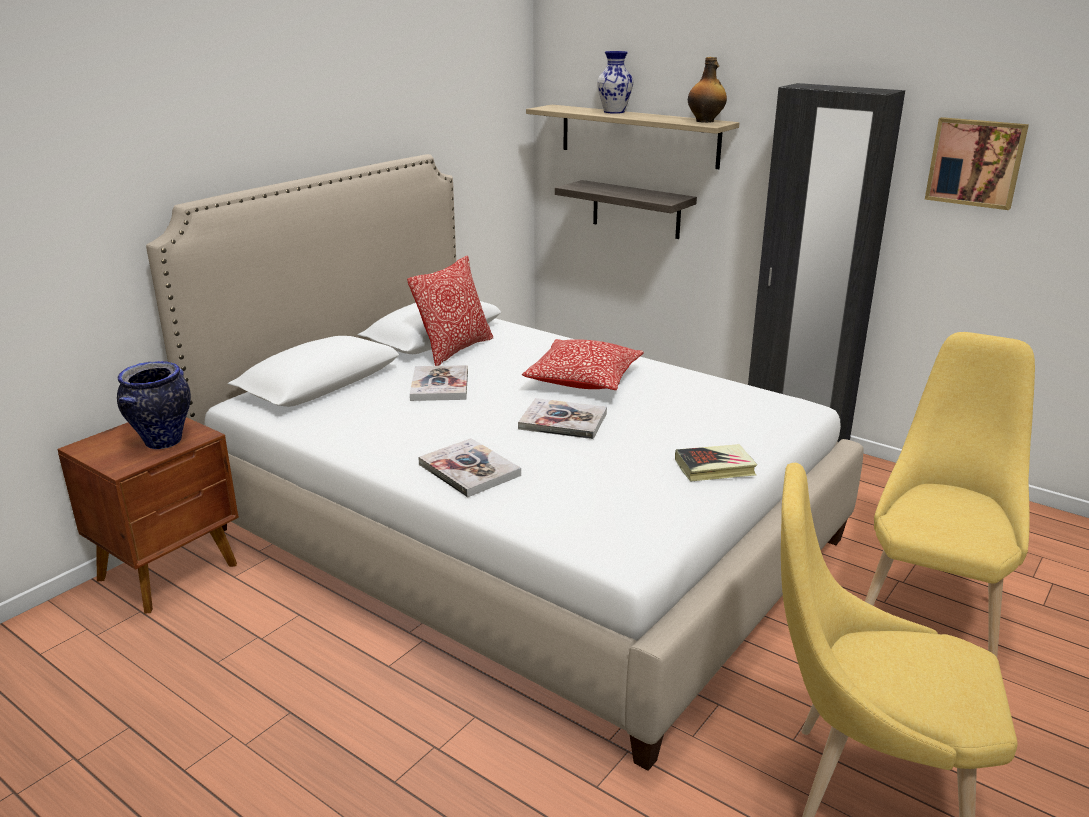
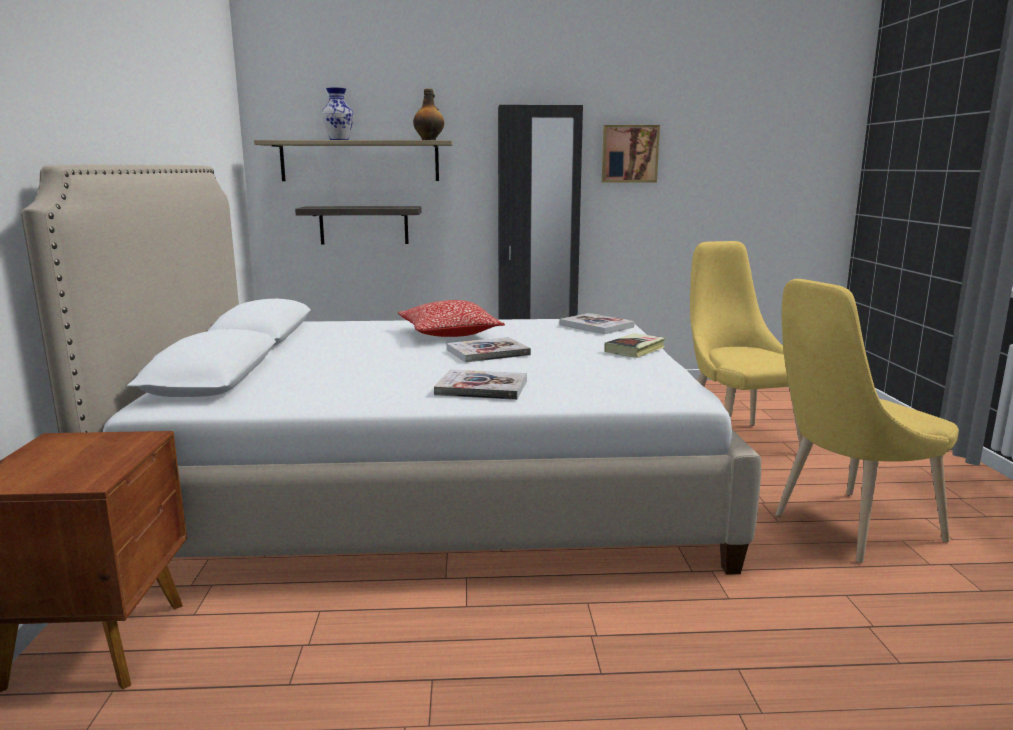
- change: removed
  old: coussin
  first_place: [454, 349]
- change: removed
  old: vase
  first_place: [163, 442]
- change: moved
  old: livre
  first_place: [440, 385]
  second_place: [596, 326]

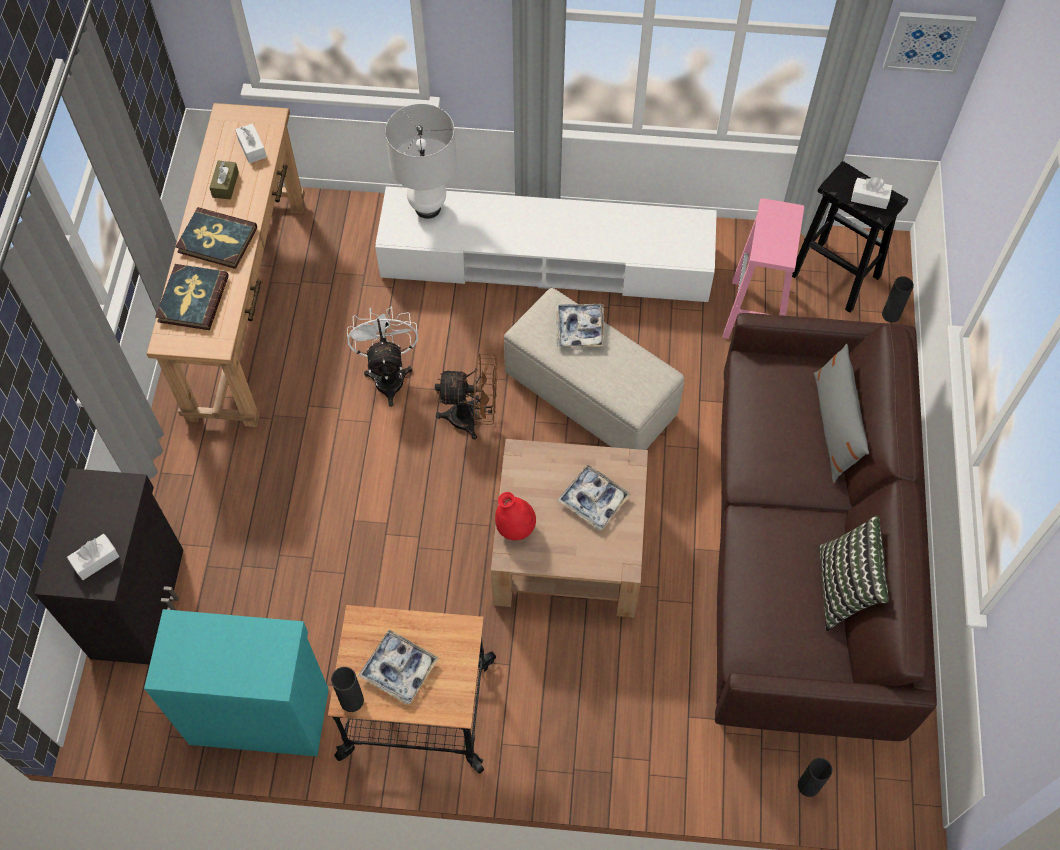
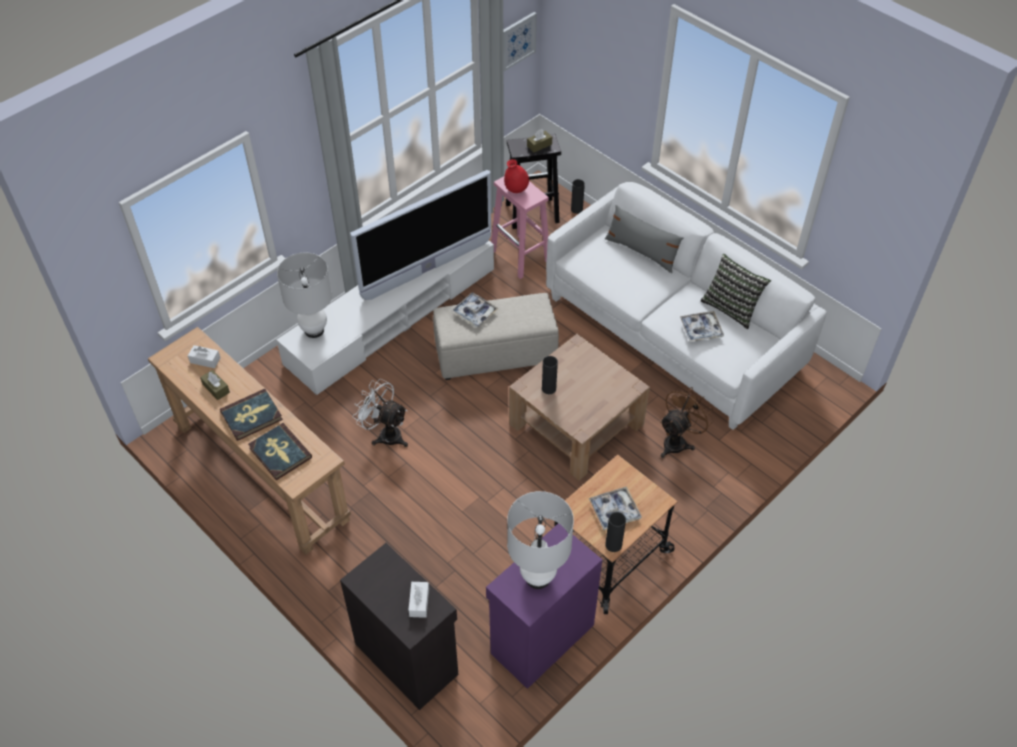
- change: recoloured
  old: boîte à mouchoirs (blanc)
  new: boîte à mouchoirs (marron)
  first_place: [869, 198]
  second_place: [539, 145]
- change: recoloured
  old: canapé (marron)
  new: canapé (blanc)
  first_place: [802, 553]
  second_place: [673, 333]
- change: moved
  old: ventilateur (marron)
  first_place: [472, 418]
  second_place: [678, 441]
- change: moved
  old: plateau
  first_place: [593, 500]
  second_place: [701, 329]
- change: moved
  old: vase (rouge)
  first_place: [515, 528]
  second_place: [516, 190]
- change: recoloured
  old: meuble de rangement (turquoise)
  new: meuble de rangement (violet)
  first_place: [259, 714]
  second_place: [540, 638]
- change: moved
  old: vase (noir)
  first_place: [808, 785]
  second_place: [549, 388]
- change: added
  new: téléviseur
  second_place: [427, 270]
- change: added
  new: lampe de table (blanc)
  second_place: [538, 578]

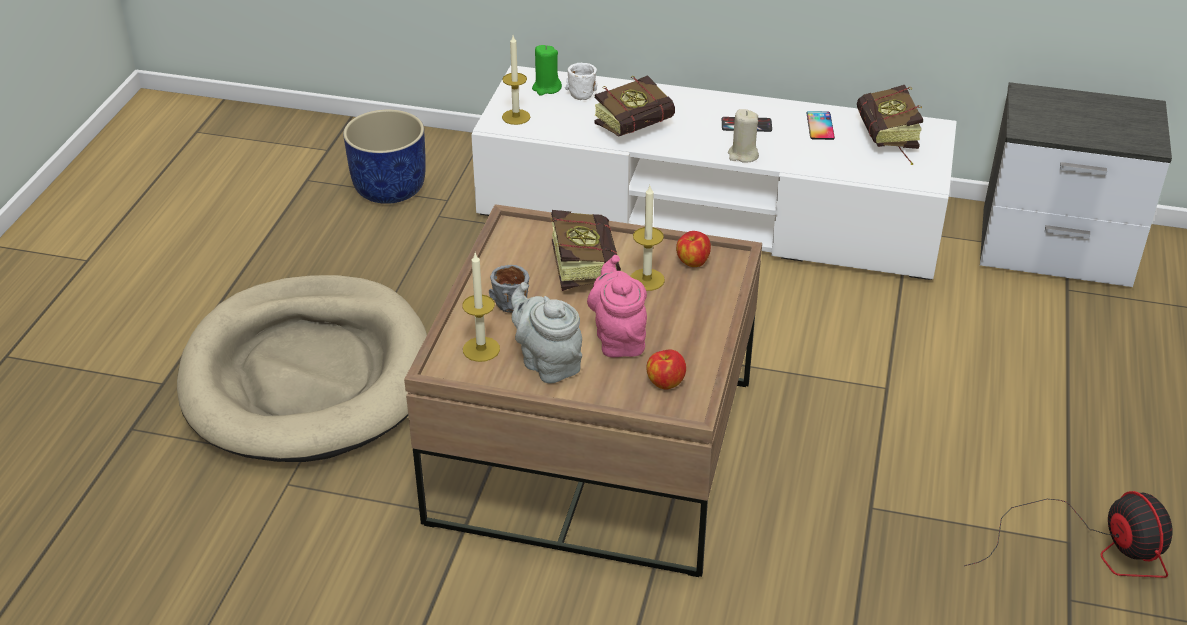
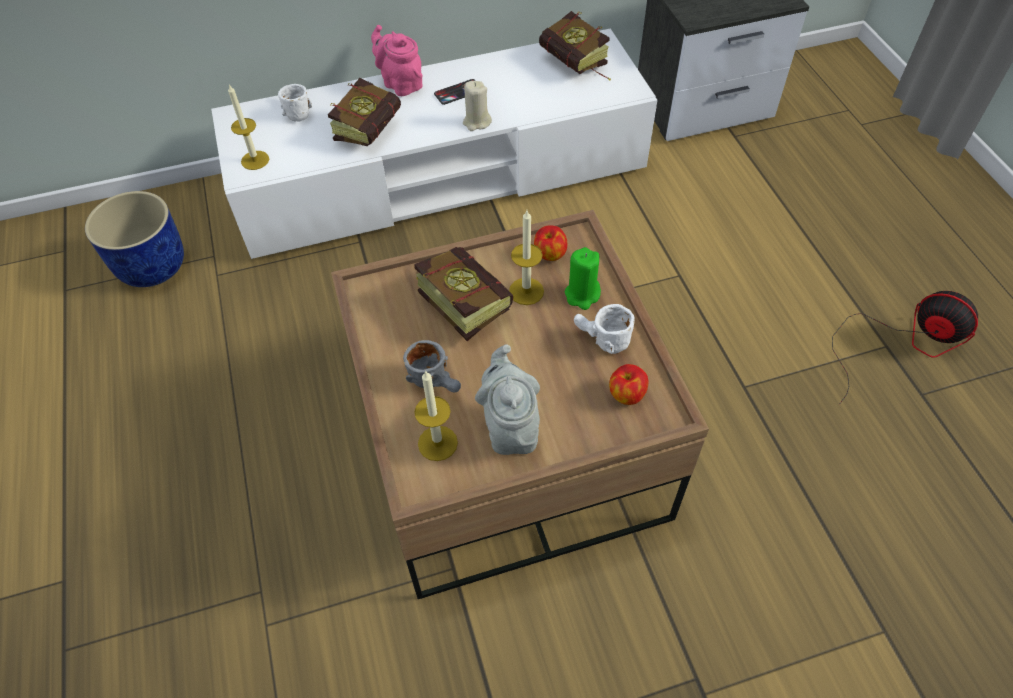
- change: moved
  old: bougie (vert)
  first_place: [546, 88]
  second_place: [582, 295]
- change: removed
  old: téléphone
  first_place: [820, 126]
- change: moved
  old: théière (rose)
  first_place: [619, 338]
  second_place: [400, 83]
- change: removed
  old: panier pour chien (beige)
  first_place: [308, 375]
- change: turned
  old: théière (gris)
  first_place: [548, 363]
  second_place: [510, 427]
  degrees: 60
- change: added
  new: mug (blanc)
  second_place: [600, 340]

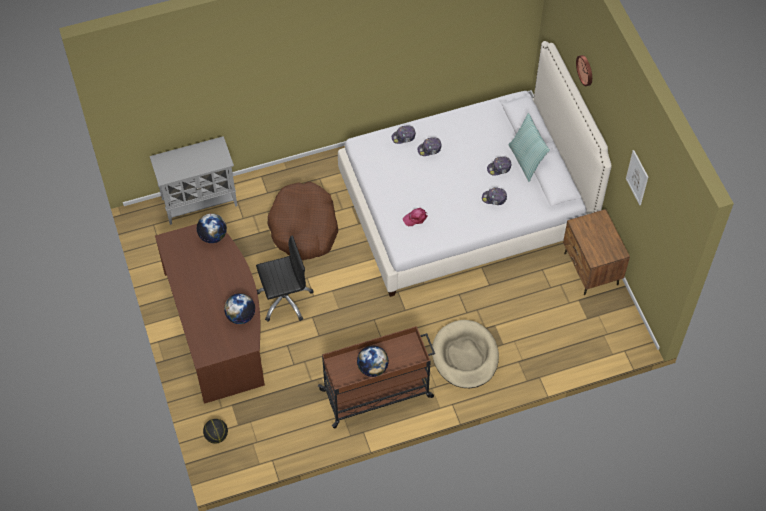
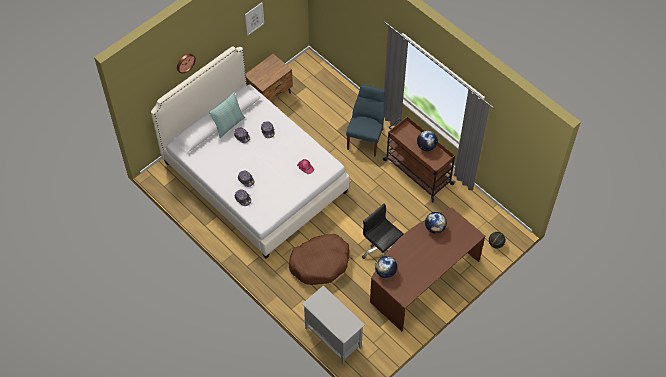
- change: replaced
  old: panier pour chien (beige)
  new: chaise (bleu)
  first_place: [465, 356]
  second_place: [366, 137]

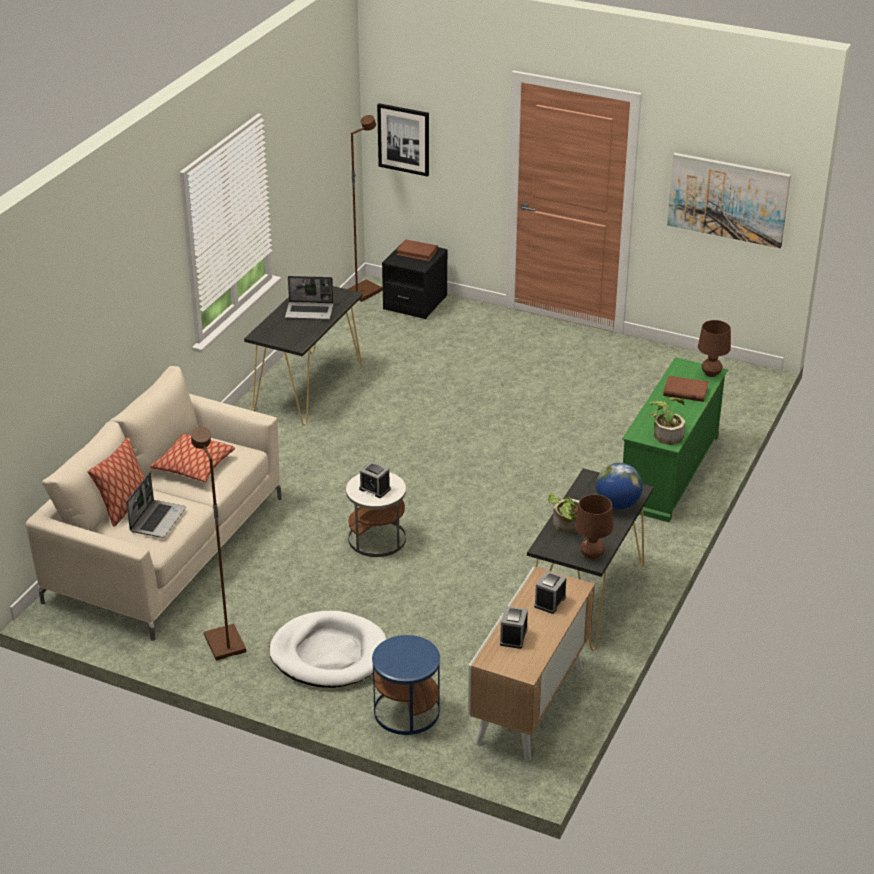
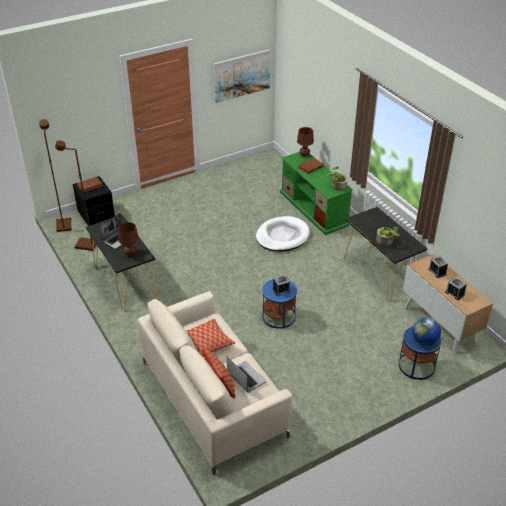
- change: removed
  old: tableau
  first_place: [404, 139]
- change: moved
  old: lampadaire (marron)
  first_place: [223, 644]
  second_place: [86, 245]
- change: moved
  old: globe
  first_place: [617, 504]
  second_place: [424, 341]
- change: recoloured
  old: table d'appoint (blanc)
  new: table d'appoint (bleu)
  first_place: [377, 539]
  second_place: [279, 316]
- change: moved
  old: lampe de table (marron)
  first_place: [592, 555]
  second_place: [130, 254]
- change: moved
  old: panier pour chien (blanc)
  first_place: [329, 654]
  second_place: [282, 236]

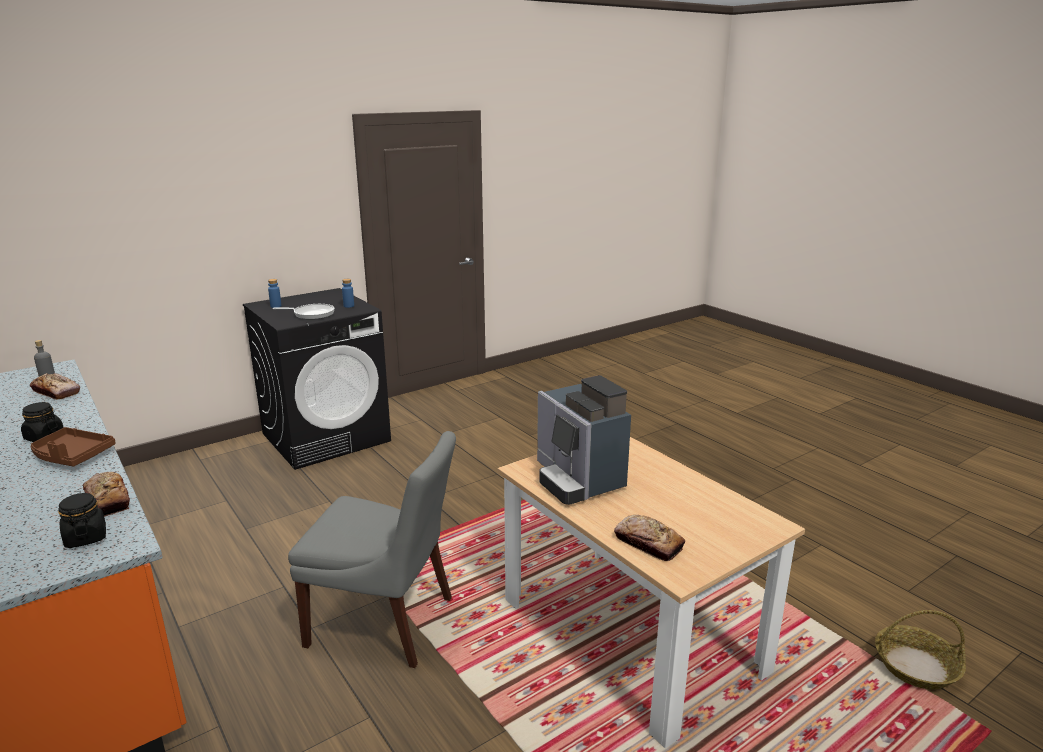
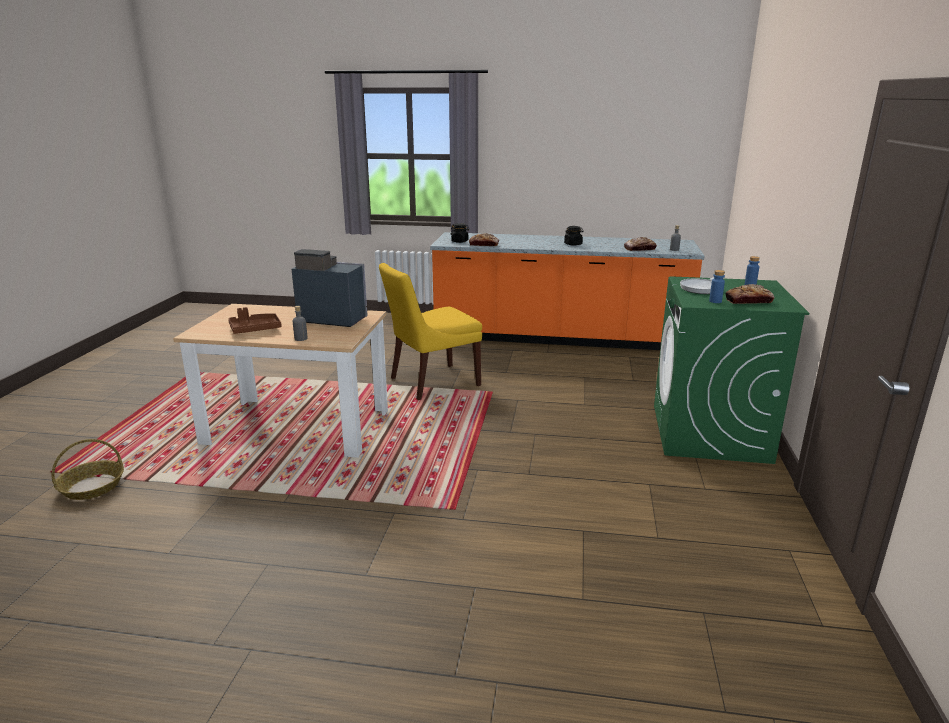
- change: recoloured
  old: lave-linge (noir)
  new: lave-linge (vert)
  first_place: [326, 437]
  second_place: [709, 433]
- change: moved
  old: plateau (marron)
  first_place: [72, 456]
  second_place: [255, 329]
- change: recoloured
  old: chaise (gris)
  new: chaise (jaune)
  first_place: [386, 623]
  second_place: [432, 382]
- change: moved
  old: pain
  first_place: [648, 543]
  second_place: [748, 301]
- change: added
  new: bouteille (gris)
  second_place: [301, 339]

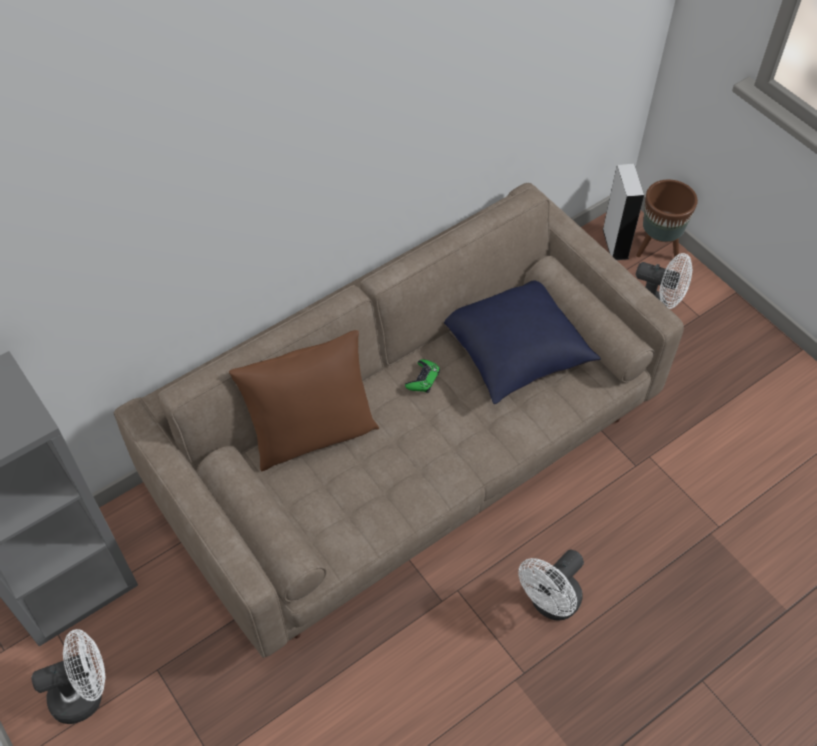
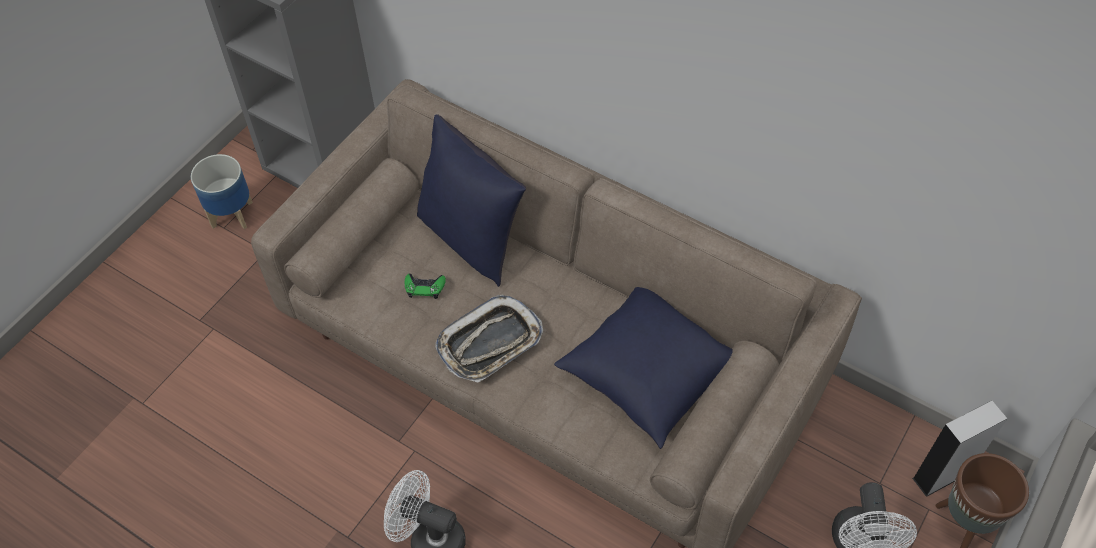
- change: recoloured
  old: coussin (marron)
  new: coussin (bleu)
  first_place: [312, 434]
  second_place: [471, 238]
- change: moved
  old: manette (vert)
  first_place: [423, 379]
  second_place: [424, 288]
- change: replaced
  old: ventilateur (blanc)
  new: cache-pot
  first_place: [85, 693]
  second_place: [232, 214]
- change: added
  new: plateau
  second_place: [490, 343]

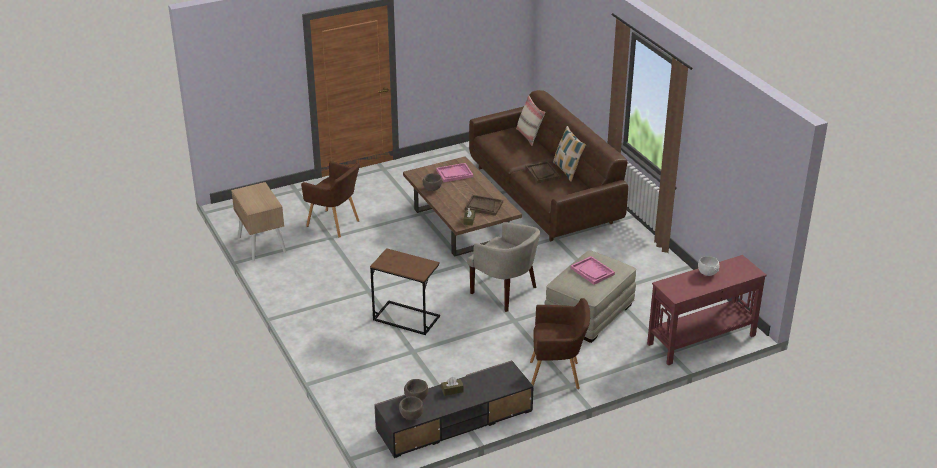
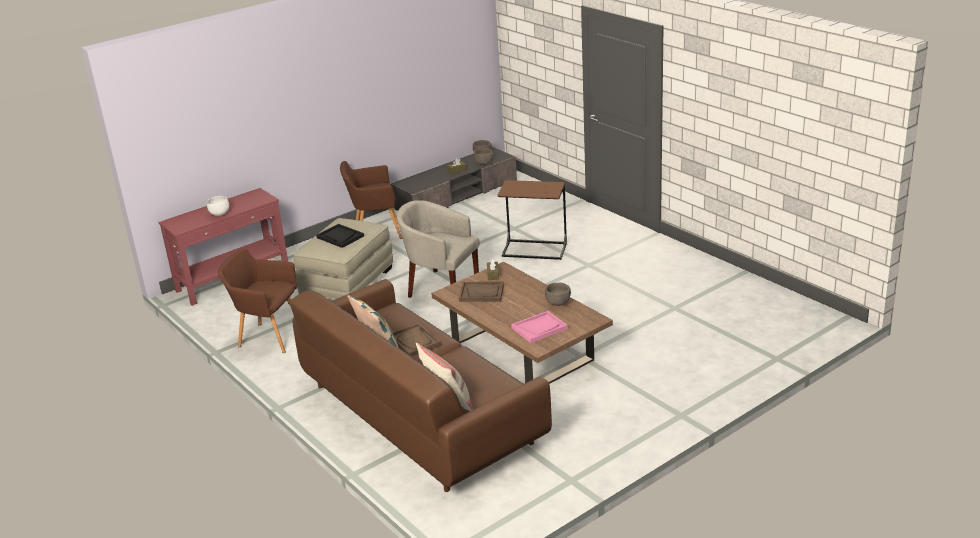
- change: moved
  old: fauteuil (marron)
  first_place: [335, 224]
  second_place: [268, 337]
- change: removed
  old: table de chevet (beige)
  first_place: [261, 244]
- change: recoloured
  old: plateau (rose)
  new: plateau (noir)
  first_place: [592, 271]
  second_place: [340, 237]

